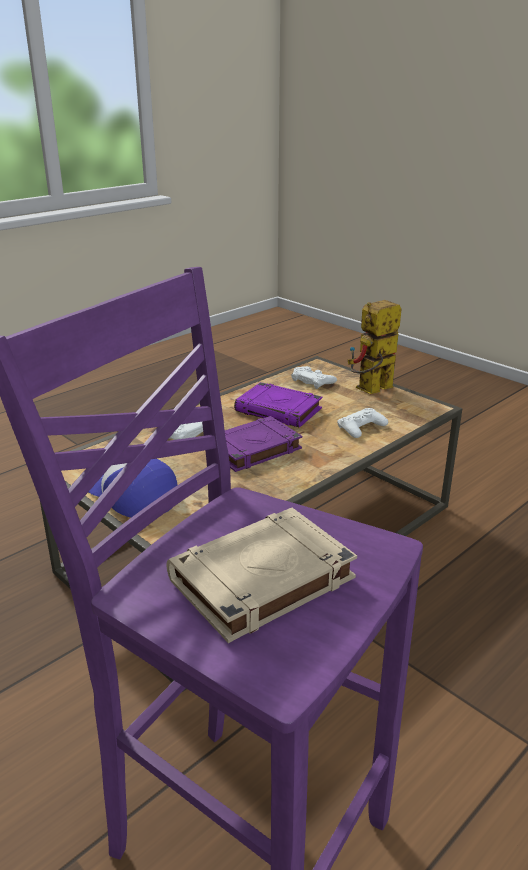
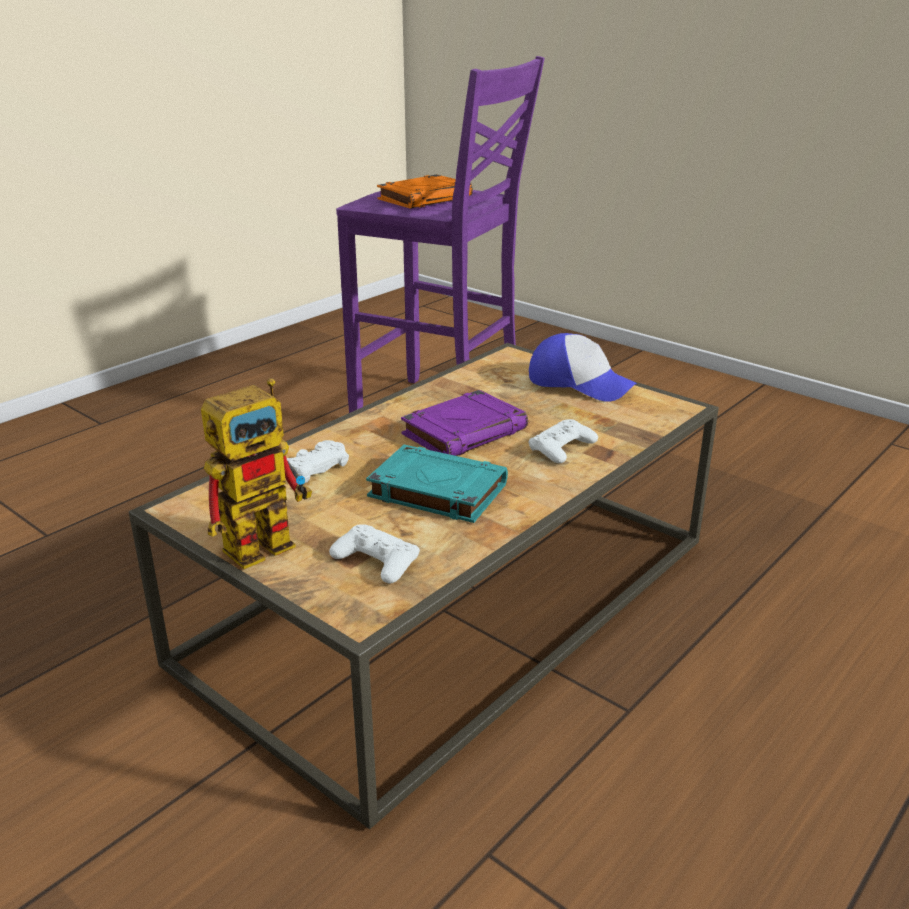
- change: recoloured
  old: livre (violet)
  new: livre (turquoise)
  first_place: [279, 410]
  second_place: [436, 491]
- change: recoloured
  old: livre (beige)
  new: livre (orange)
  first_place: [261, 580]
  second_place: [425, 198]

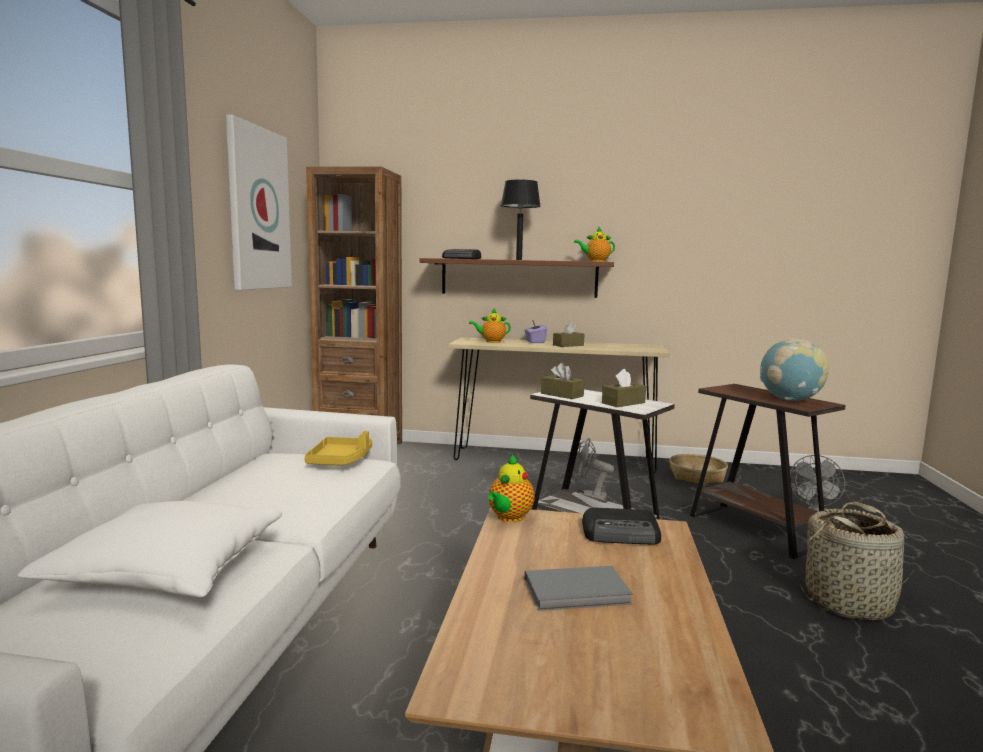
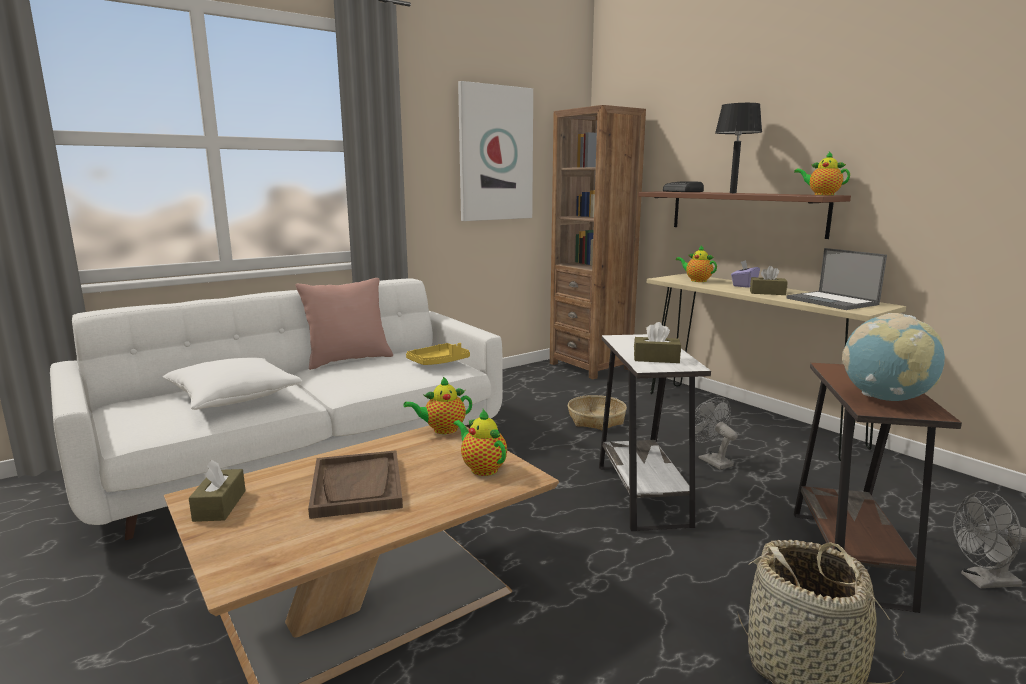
- change: moved
  old: boîte à mouchoirs (marron)
  first_place: [562, 395]
  second_place: [220, 505]
- change: moved
  old: panier
  first_place: [697, 476]
  second_place: [596, 420]
- change: replaced
  old: radio
  new: théière
  first_place: [622, 534]
  second_place: [482, 468]
- change: replaced
  old: livre (gris)
  new: plateau (marron)
  first_place: [578, 592]
  second_place: [357, 486]
- change: added
  new: ordinateur portable
  second_place: [833, 301]
- change: added
  new: coussin (rose)
  second_place: [348, 360]

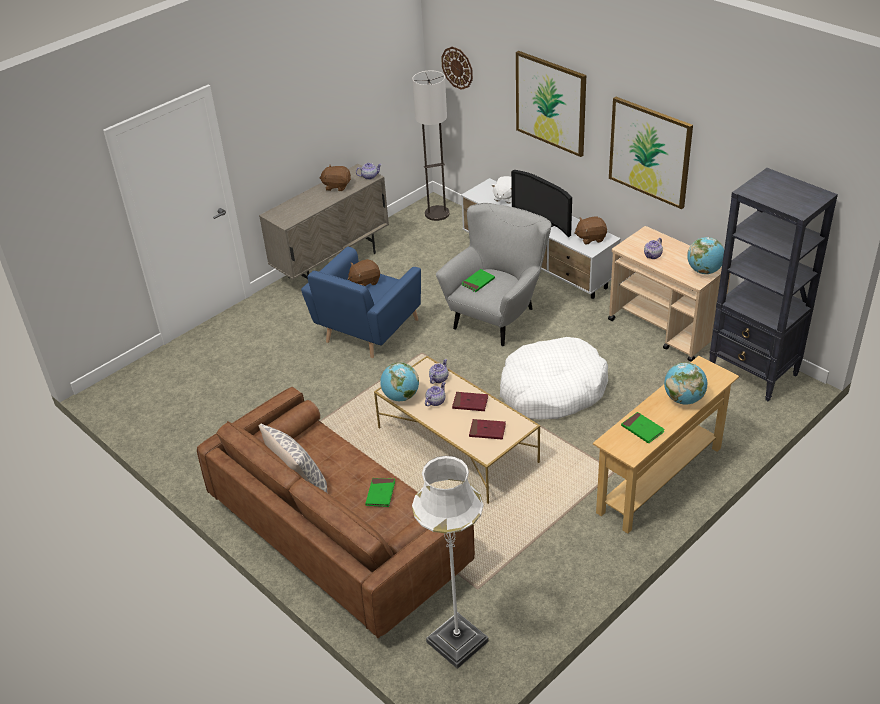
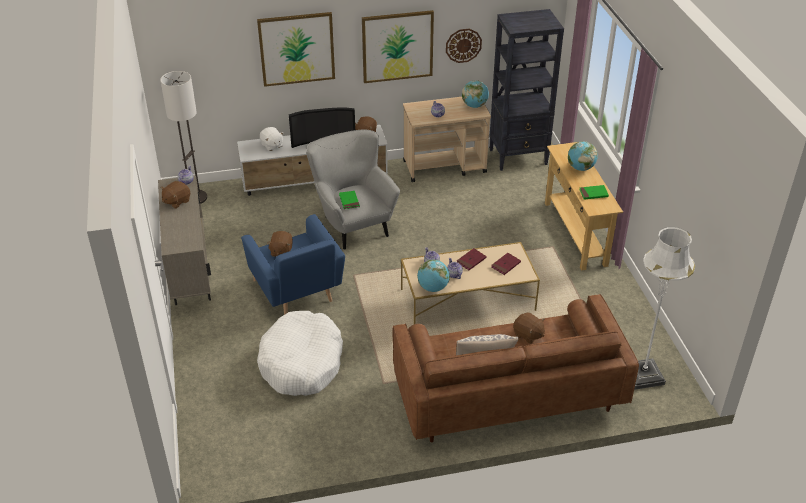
- change: moved
  old: horloge murale
  first_place: [457, 67]
  second_place: [463, 45]
- change: moved
  old: panier pour chien (blanc)
  first_place: [552, 390]
  second_place: [301, 363]
- change: replaced
  old: livre (vert)
  new: peluche (marron)
  first_place: [380, 494]
  second_place: [528, 335]

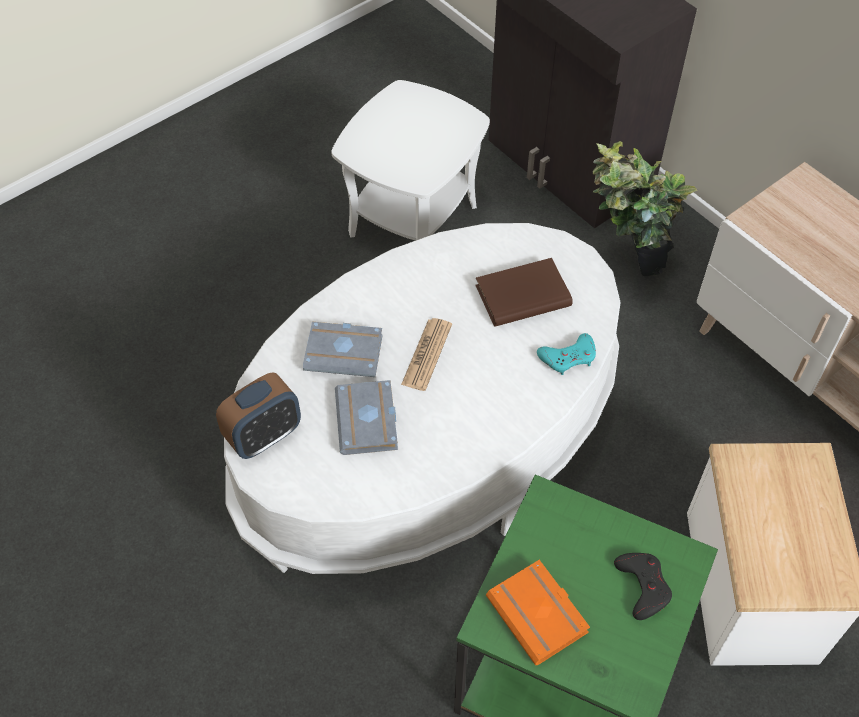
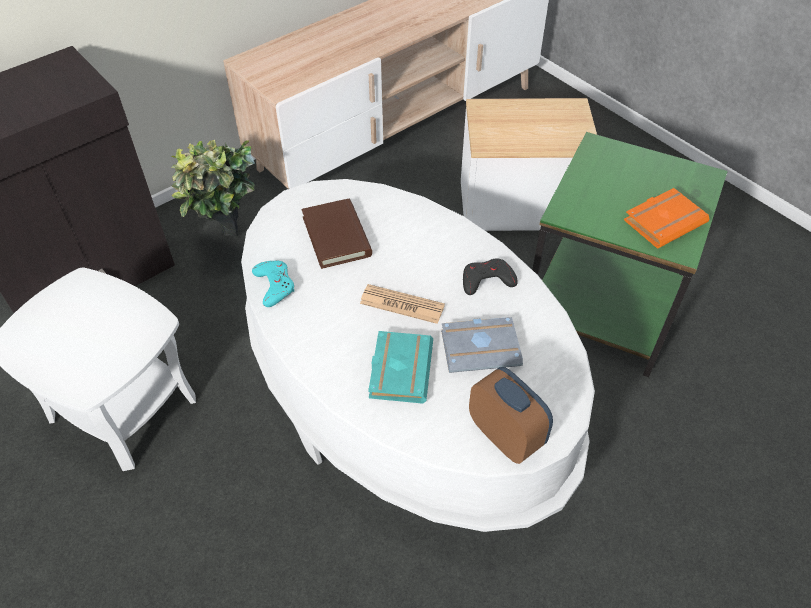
- change: recoloured
  old: livre (gris)
  new: livre (turquoise)
  first_place: [345, 352]
  second_place: [398, 369]
- change: moved
  old: manette (turquoise)
  first_place: [568, 357]
  second_place: [274, 285]
- change: moved
  old: manette (noir)
  first_place: [643, 586]
  second_place: [487, 280]

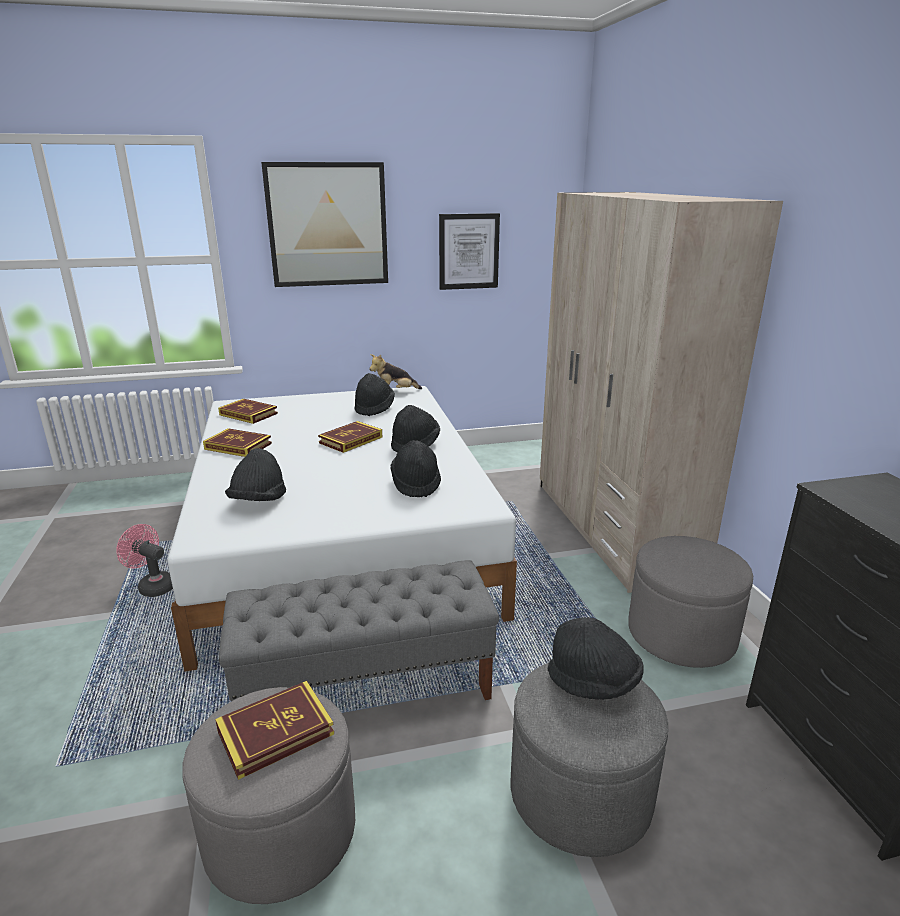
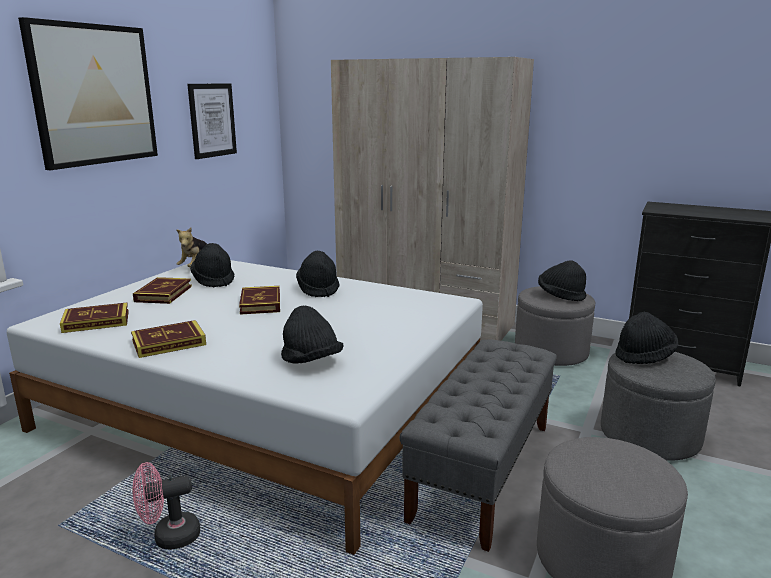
- change: moved
  old: chapeau (noir)
  first_place: [416, 484]
  second_place: [560, 296]
- change: moved
  old: livre
  first_place: [275, 732]
  second_place: [163, 294]

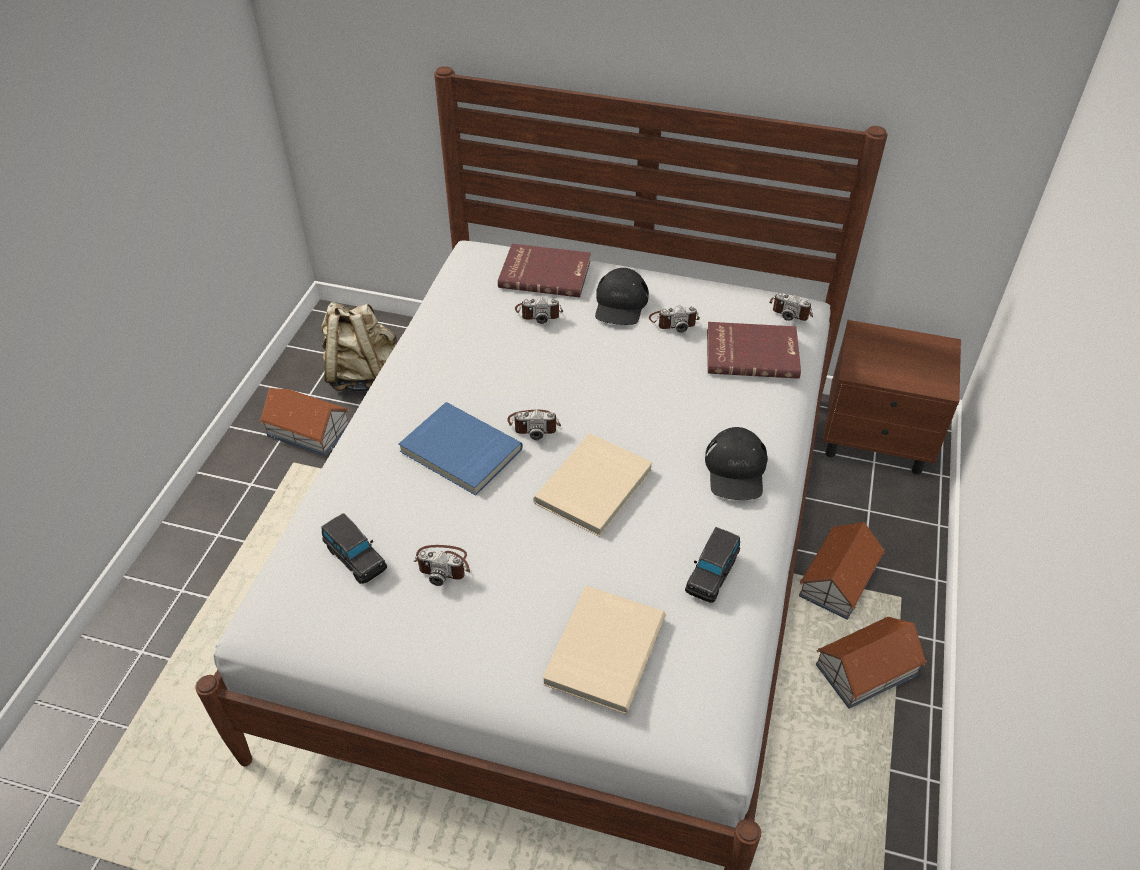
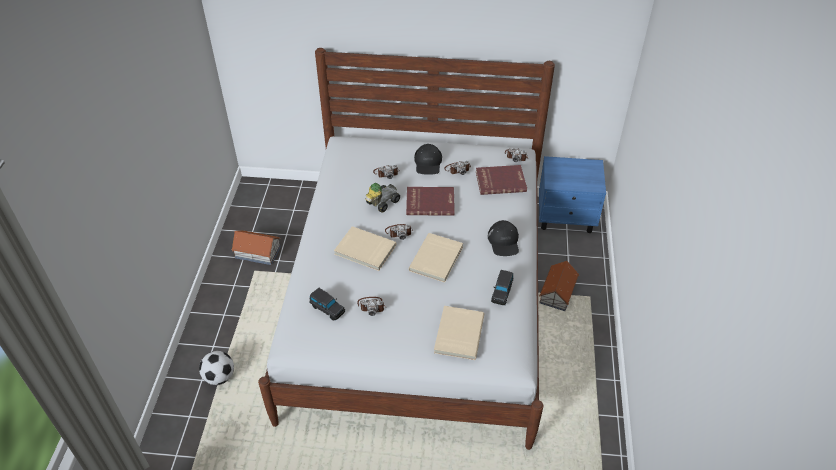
- change: moved
  old: livre (rouge)
  first_place: [545, 273]
  second_place: [430, 202]
- change: removed
  old: sac à dos (beige)
  first_place: [363, 375]
- change: recoloured
  old: table de chevet (marron)
  new: table de chevet (bleu)
  first_place: [877, 440]
  second_place: [566, 217]
- change: recoloured
  old: livre (bleu)
  new: livre (beige)
  first_place: [459, 452]
  second_place: [364, 250]
- change: removed
  old: maison miniature
  first_place: [867, 670]
- change: added
  new: petite voiture
  second_place: [381, 203]
- change: added
  new: ballon de foot
  second_place: [220, 377]

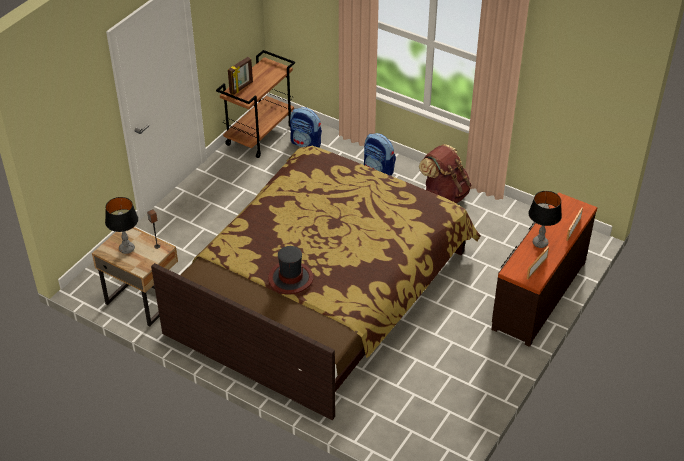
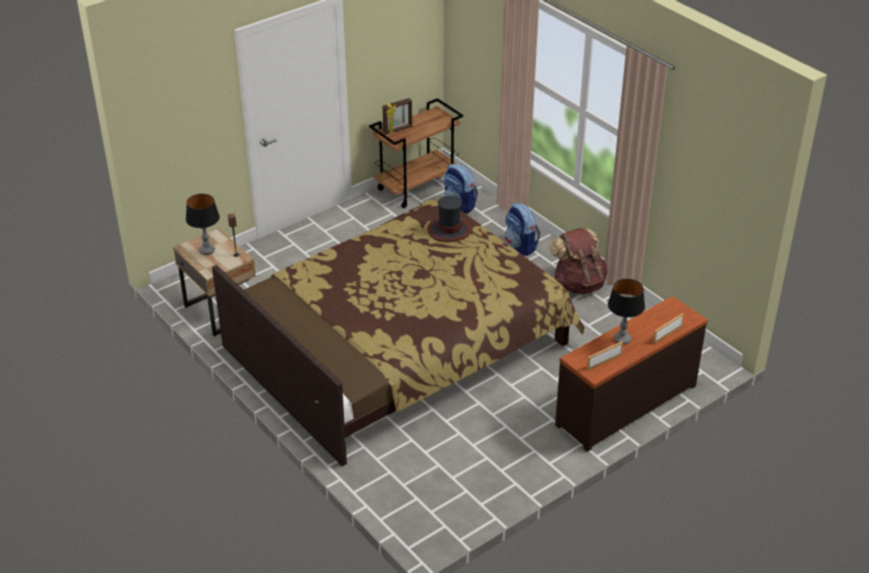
- change: moved
  old: chapeau
  first_place: [290, 278]
  second_place: [449, 230]

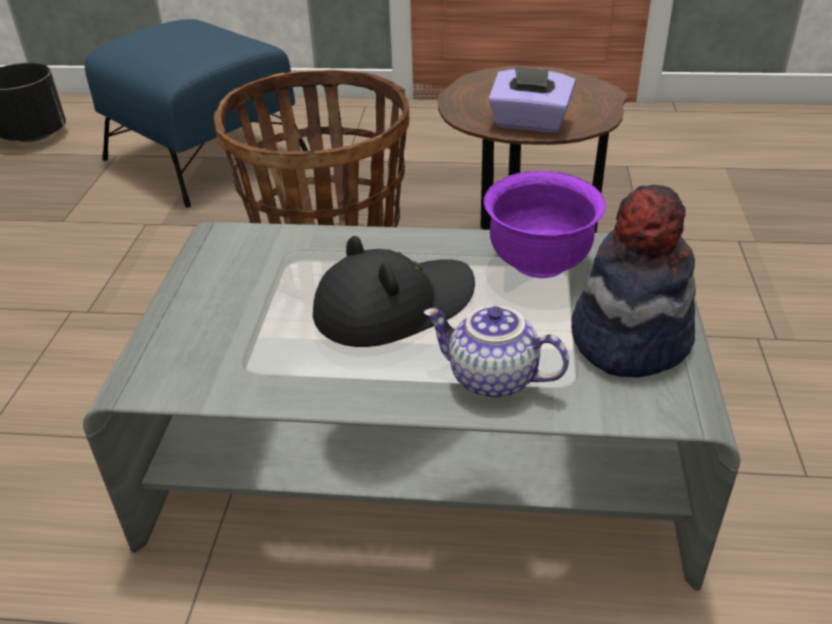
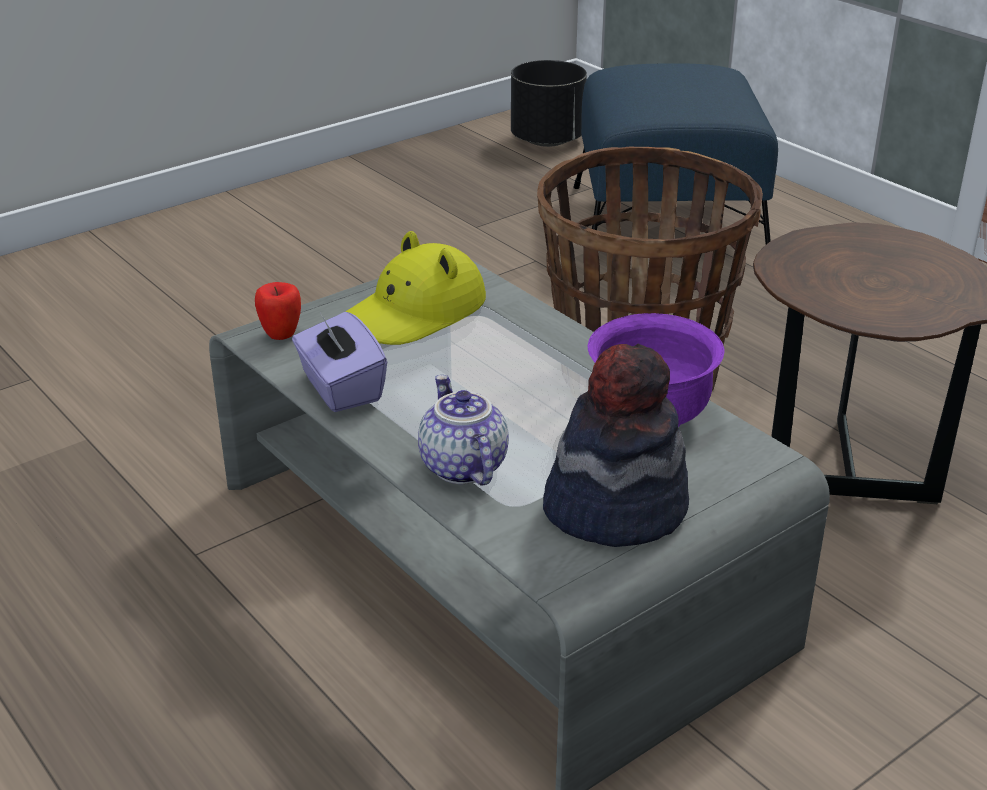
- change: moved
  old: boîte à mouchoirs (violet)
  first_place: [529, 123]
  second_place: [340, 388]
- change: removed
  old: chapeau (noir)
  first_place: [394, 306]
- change: added
  new: chapeau (jaune)
  second_place: [414, 313]
- change: added
  new: pomme
  second_place: [281, 334]

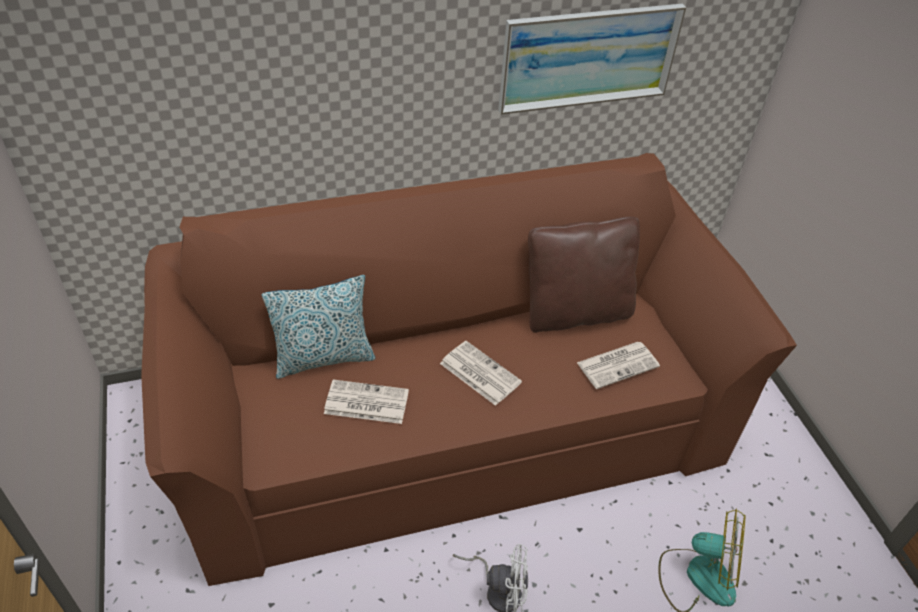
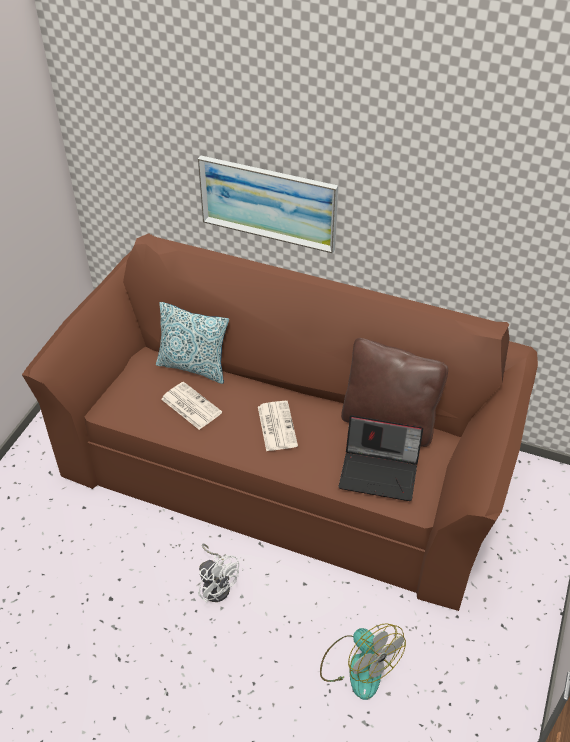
- change: moved
  old: tableau
  first_place: [588, 57]
  second_place: [268, 203]
- change: replaced
  old: journal
  new: ordinateur portable
  first_place: [618, 364]
  second_place: [380, 472]

